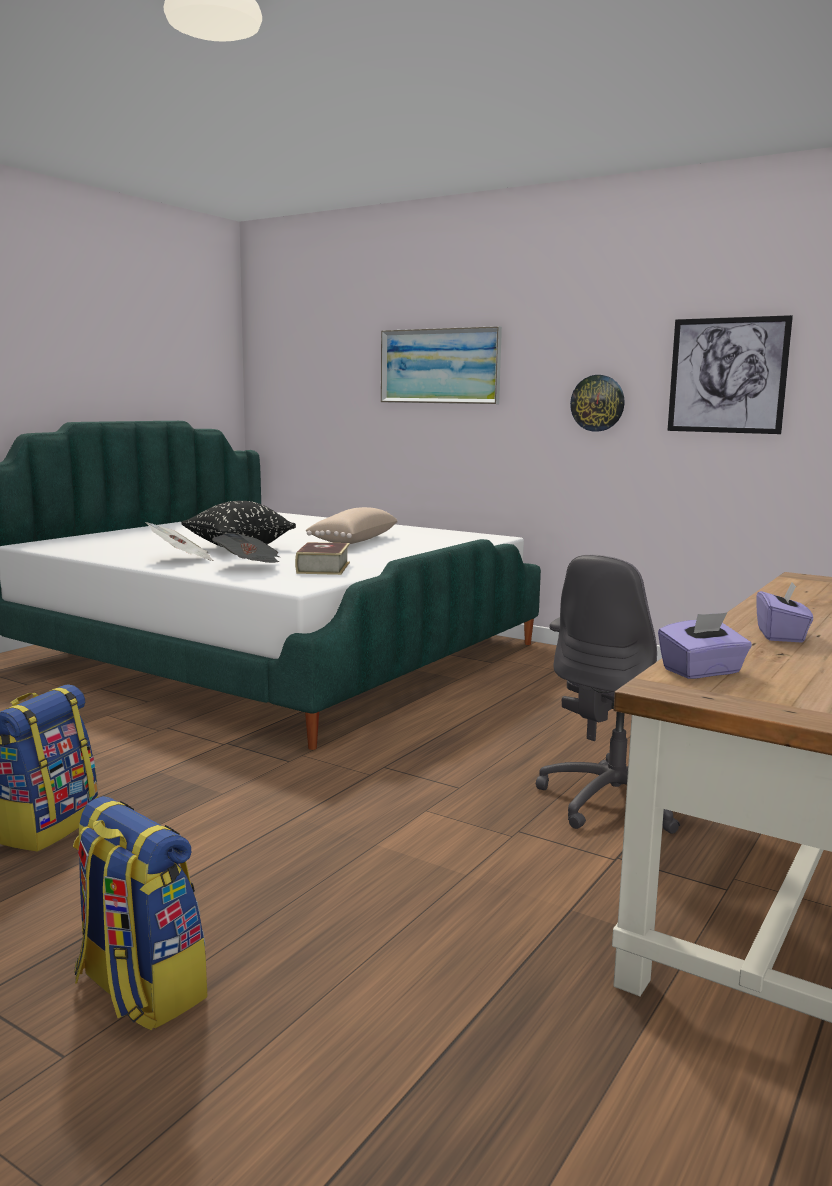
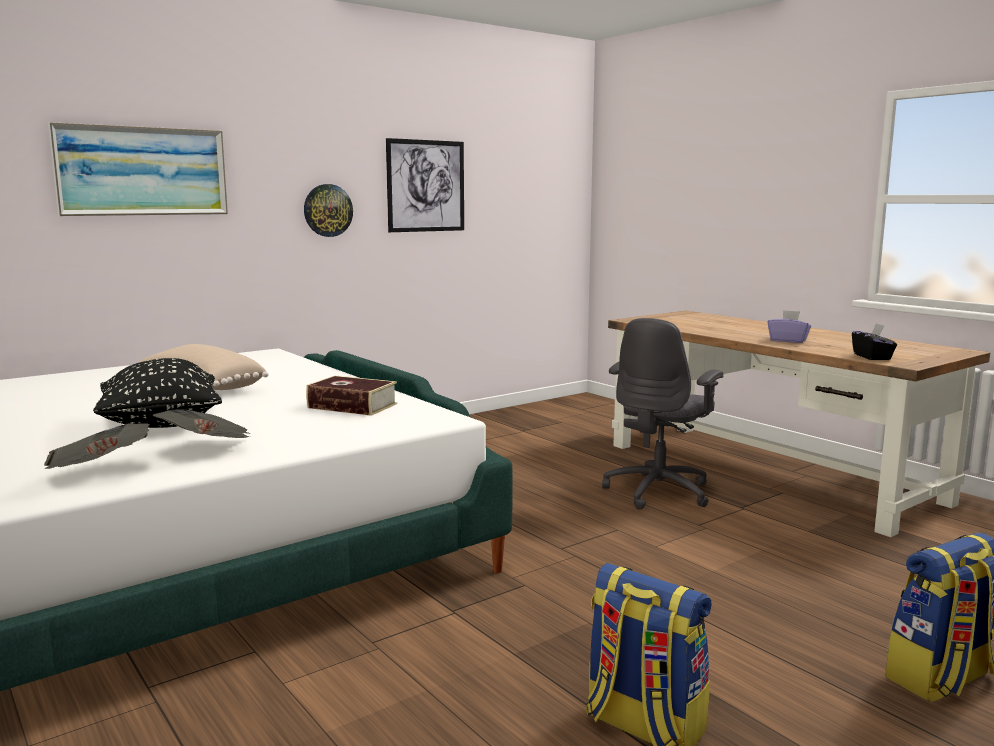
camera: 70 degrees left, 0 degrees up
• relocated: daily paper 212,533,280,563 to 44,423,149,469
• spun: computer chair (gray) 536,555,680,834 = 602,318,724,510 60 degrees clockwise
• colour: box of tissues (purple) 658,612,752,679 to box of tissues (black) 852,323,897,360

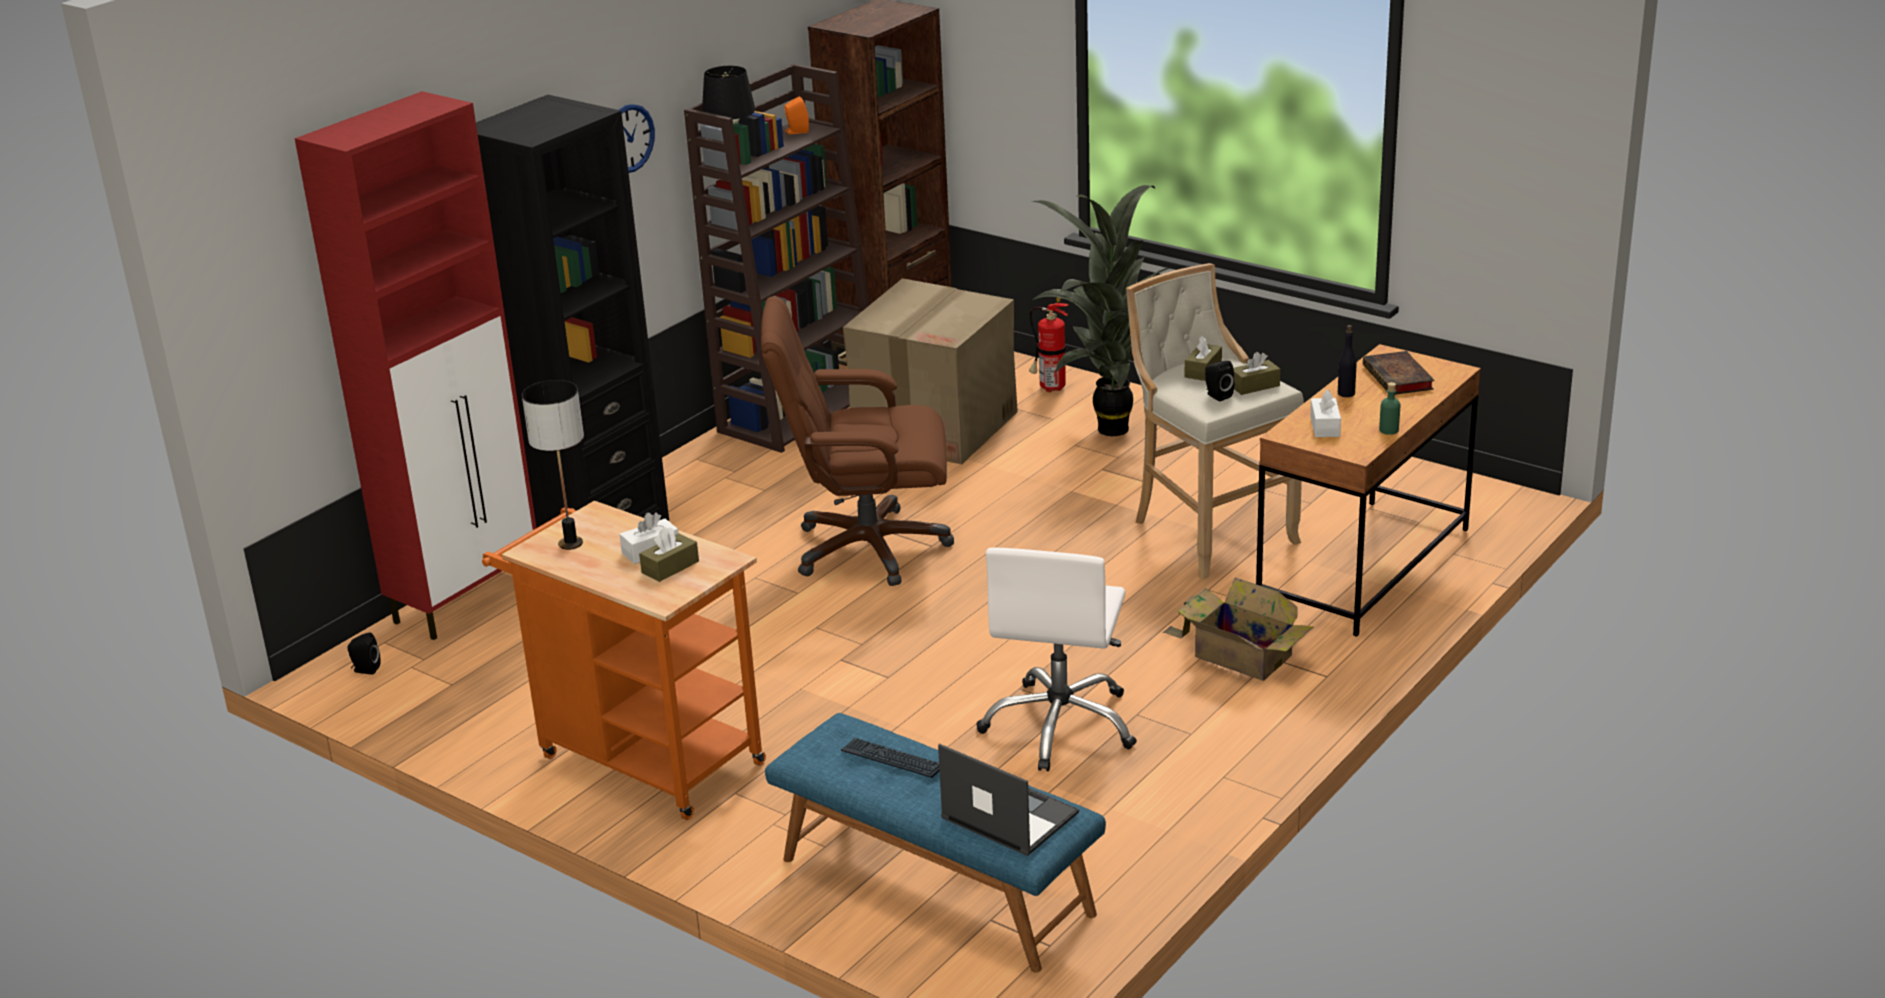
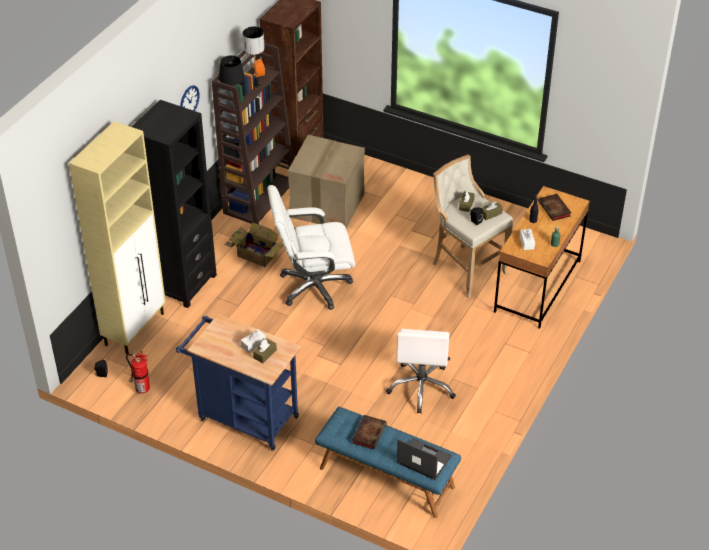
camera: 10 degrees left, 15 degrees up
• colour: cupboard (red-coloured) 295,91,536,640 to cupboard (beige) 69,121,166,354
• relocated: fire-fighting cylinder 1029,297,1068,392 to 126,351,150,393
• colour: wheeled cart (orangey) 482,501,766,820 to wheeled cart (blue-coloured) 176,314,301,451
• relocated: packing box 1163,578,1313,681 to 225,222,283,267
• relocated: tabletop lamp 522,380,584,550 to 243,27,265,89
• colour: computer chair (brownish) 761,296,954,586 to computer chair (whitish) 267,185,355,310
• exchanged: keyboard 841,738,940,778 to book 352,415,387,450
• missing: houseplant 1032,185,1169,436

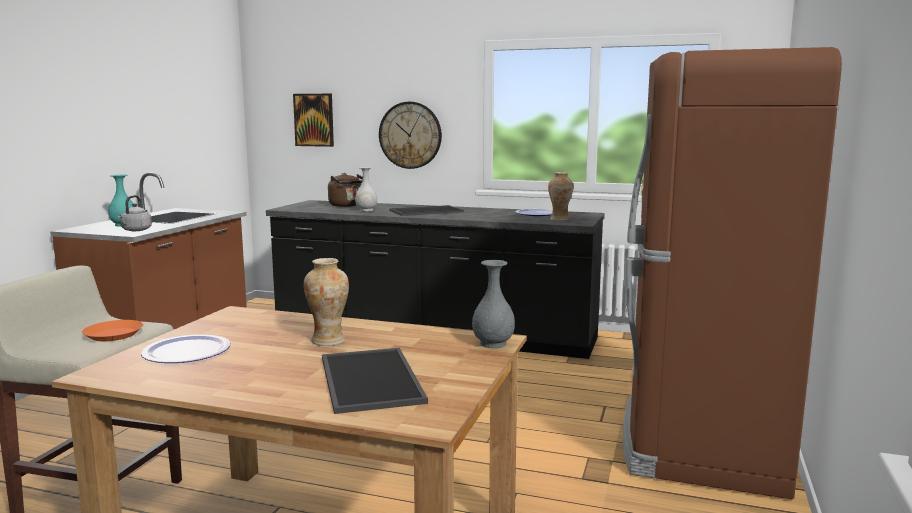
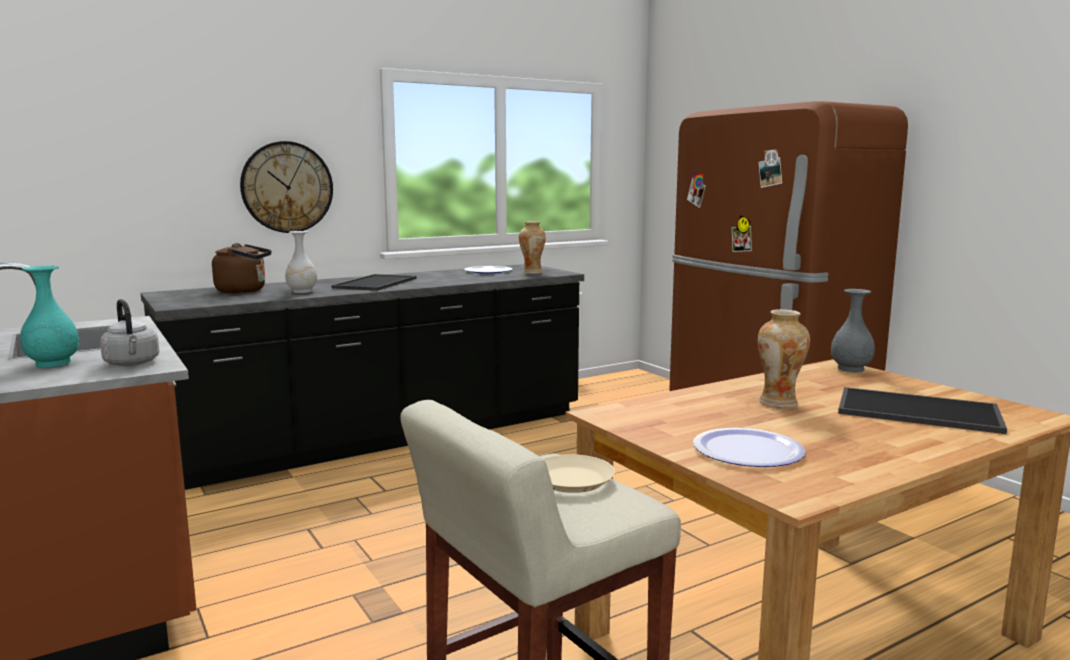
camera: 50 degrees left, 0 degrees up
• colour: dinner plate (orangey) 82,320,143,341 to dinner plate (beige) 543,454,615,493
• missing: wall picture 293,94,334,147

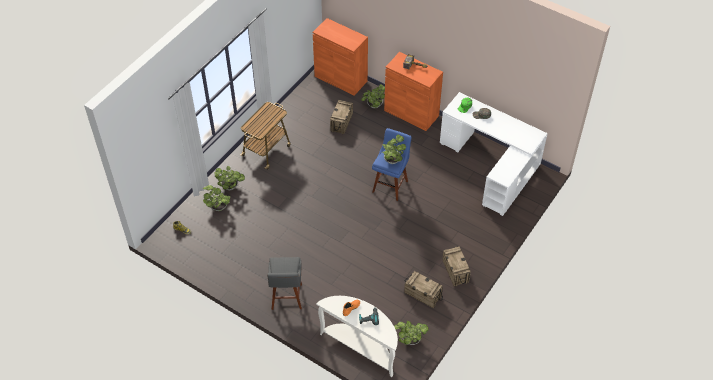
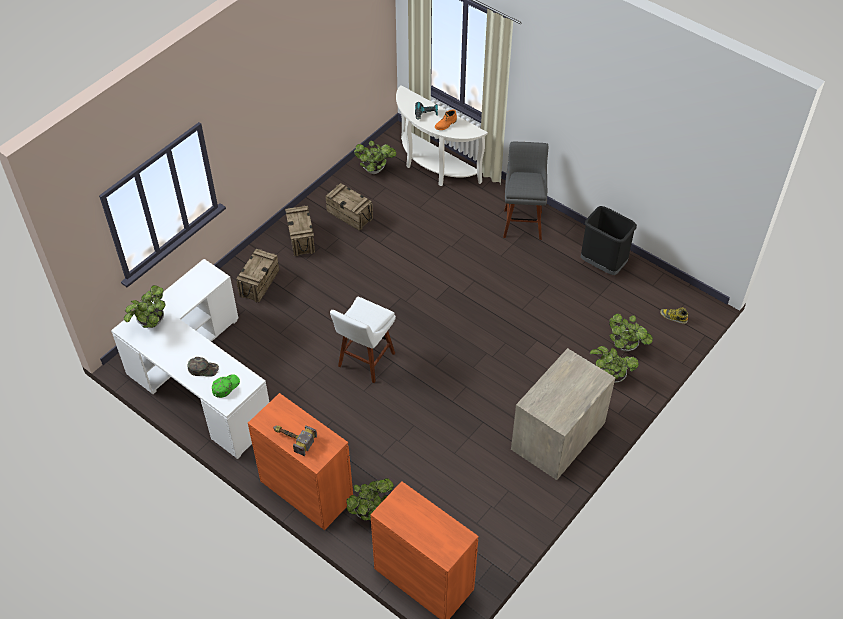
camera: 175 degrees left, 0 degrees up
• relocated: houseplant 382,134,406,164 to 124,285,165,328
• relocated: shipping crate 330,100,353,134 to 236,249,279,302
• colour: stool seat (blue-coloured) 372,128,412,201 to stool seat (whitish) 330,297,396,383
• exchanged: wheeled cart 240,102,291,170 to drawer chest 511,348,615,480
• appeared: rubbish bin (black) 581,206,637,275

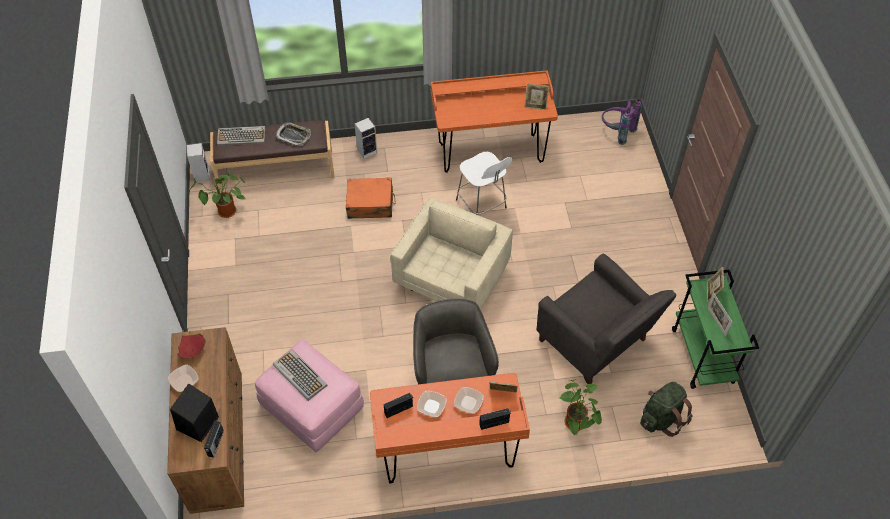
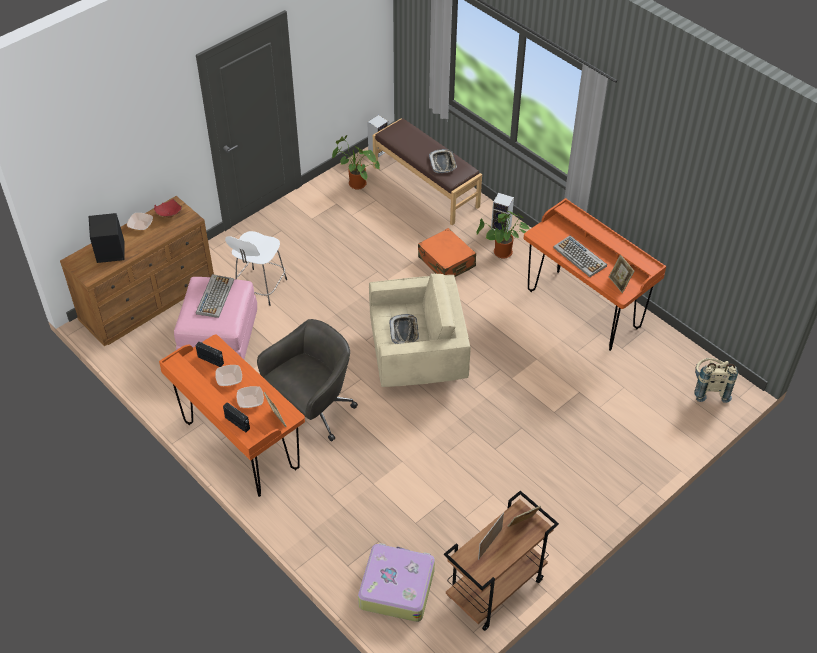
camera: 55 degrees right, 5 degrees down
• relocated: stool seat (whitish) 456,152,512,215 to 225,231,287,306
• exchanged: rucksack (green) 640,382,692,437 to suitcase 358,543,435,622
• appeared: tray 389,314,419,344
• colour: wheeled cart (green) 672,270,759,389 to wheeled cart (brownish) 444,491,559,631
• relocated: houseplant 559,379,602,435 to 476,211,530,259
• relocated: keyboard 217,126,265,145 to 553,235,607,277
• colour: rucksack (purple) 602,99,642,145 to rucksack (beige) 694,358,738,403
• missing: radio set 204,421,224,458
• missing: armchair (gray) 537,254,676,384

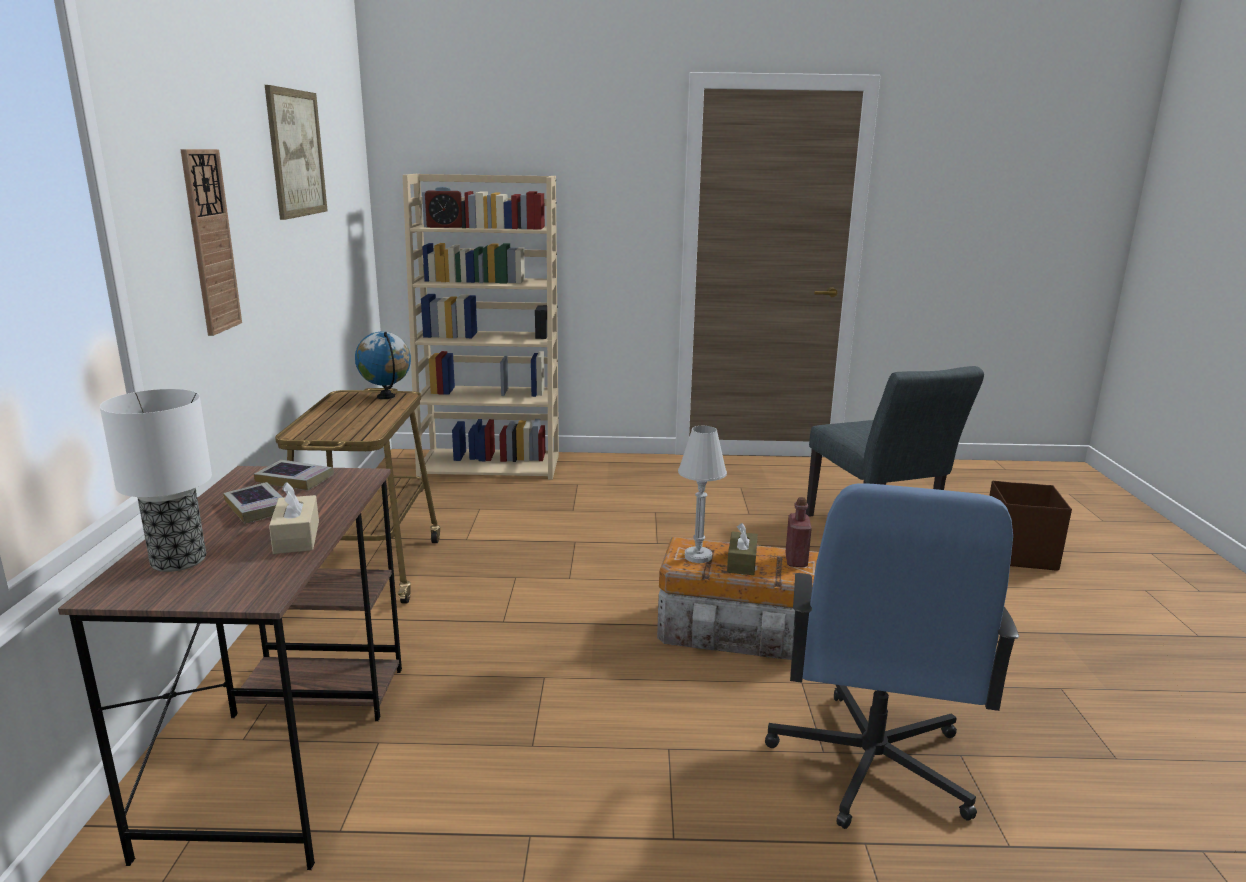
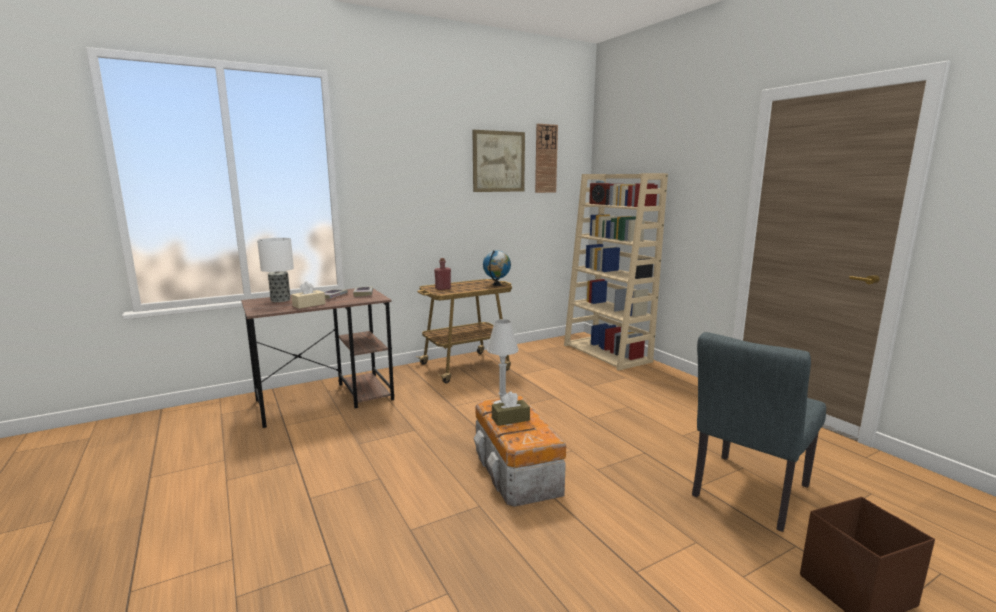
camera: 60 degrees right, 5 degrees down
• relocated: bottle (red-coloured) 785,497,812,567 to 434,258,451,290
• relocated: hanging clock 180,149,242,336 to 535,124,558,193
• missing: computer chair (blue-coloured) 765,484,1019,829

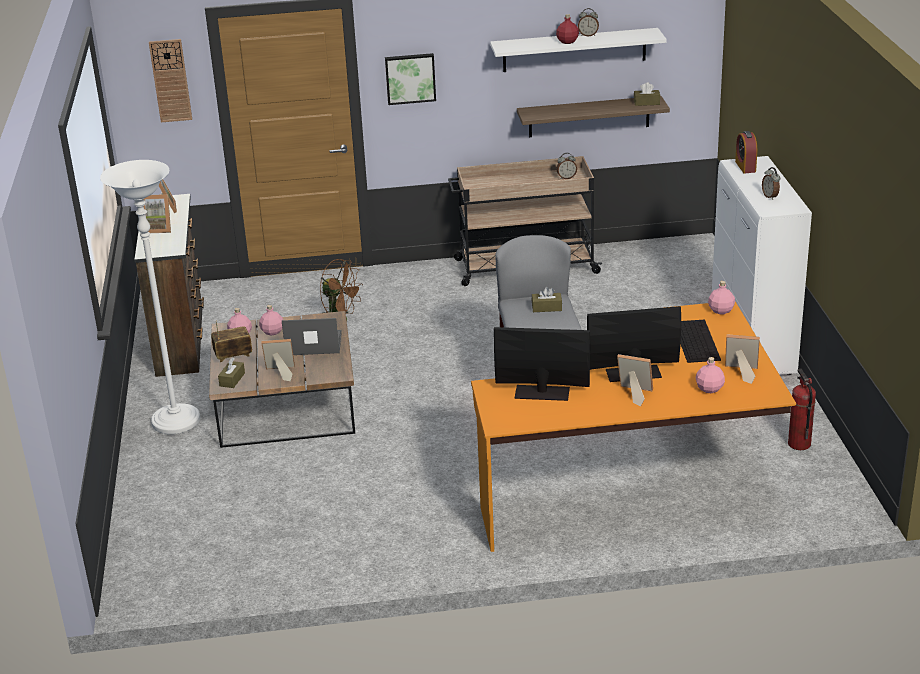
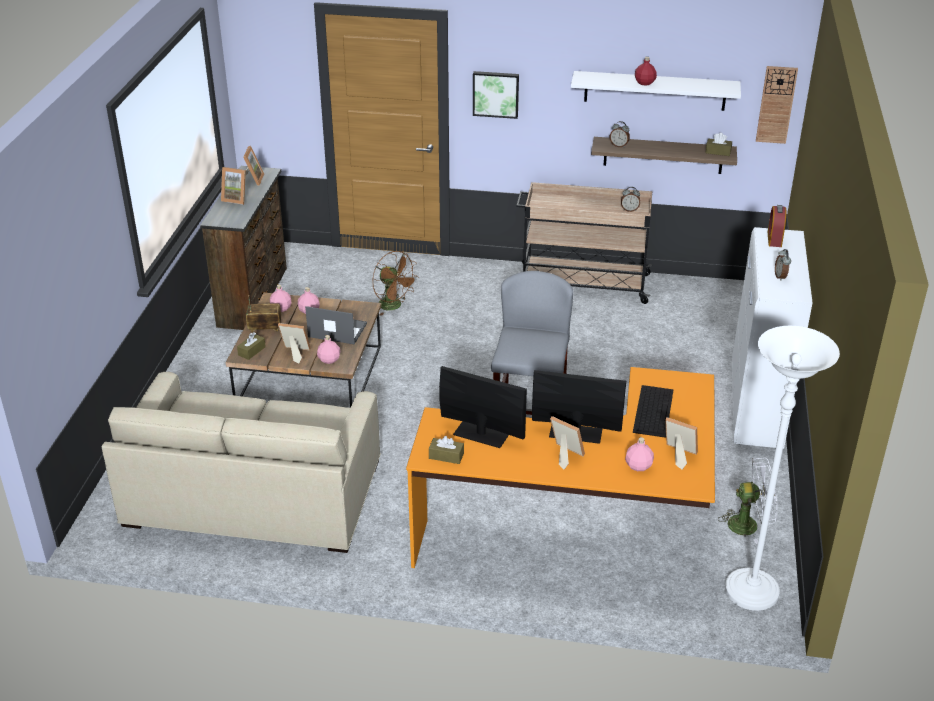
camera: 15 degrees right, 5 degrees up
• appeared: couch (beige) 102,372,381,553
• relocated: bottle (pinkish) 708,281,735,314 to 317,335,340,364
• relocated: box of tissues (brownish) 532,287,562,312 to 429,436,464,464
• relocated: alarm clock 578,8,599,37 to 610,121,630,148
• exchanged: fire-fighting cylinder 788,369,816,450 to cooling fan (whitish) 718,458,777,544
• relocated: standard lamp (whitish) 100,160,200,434 to 725,326,840,611
• relocated: hanging clock 149,39,192,122 to 756,66,798,144

